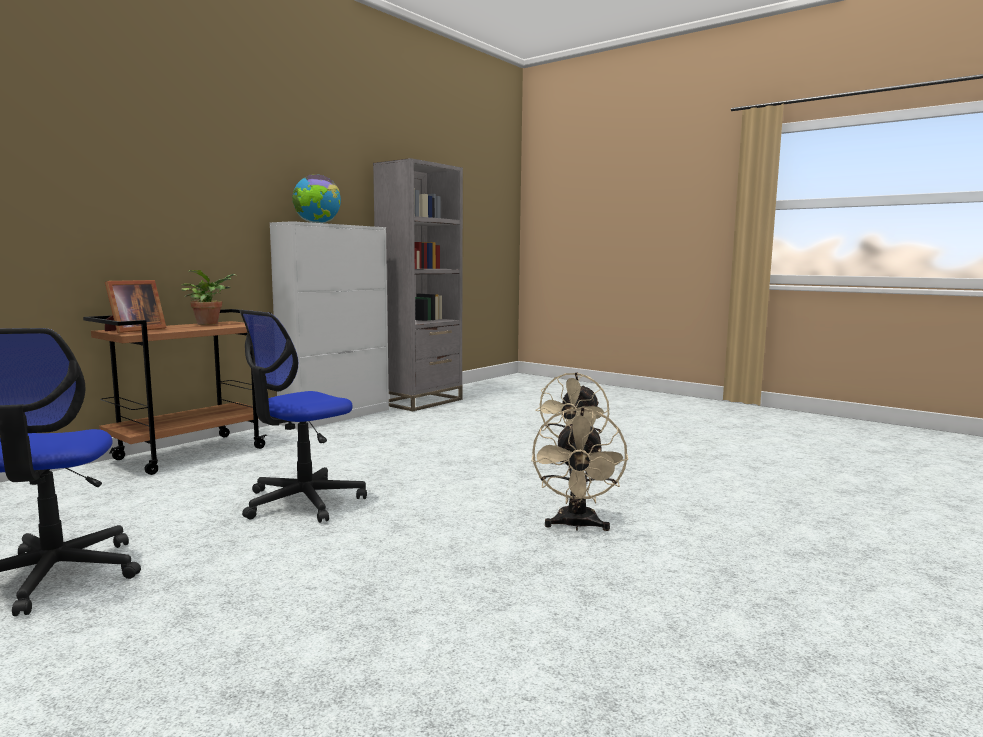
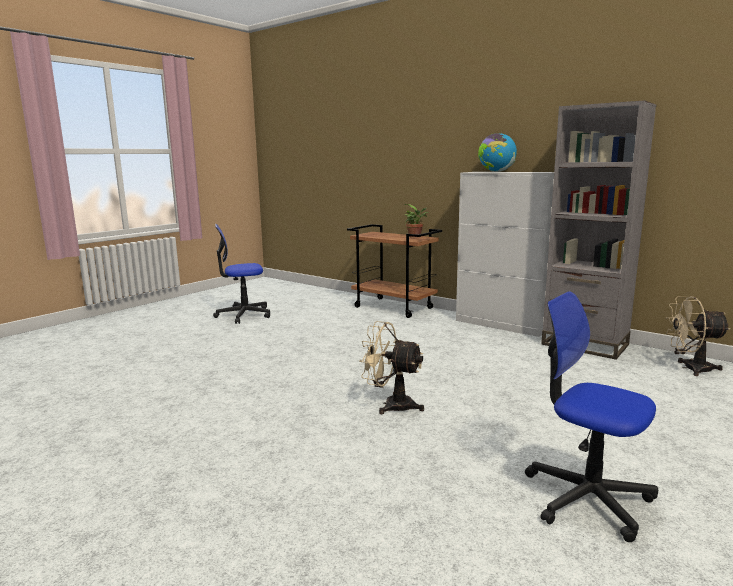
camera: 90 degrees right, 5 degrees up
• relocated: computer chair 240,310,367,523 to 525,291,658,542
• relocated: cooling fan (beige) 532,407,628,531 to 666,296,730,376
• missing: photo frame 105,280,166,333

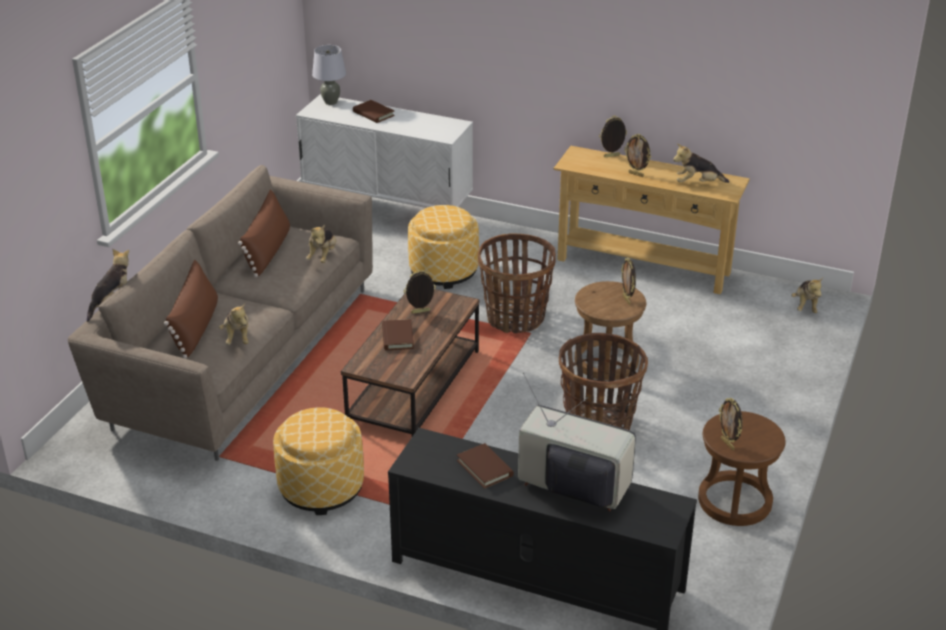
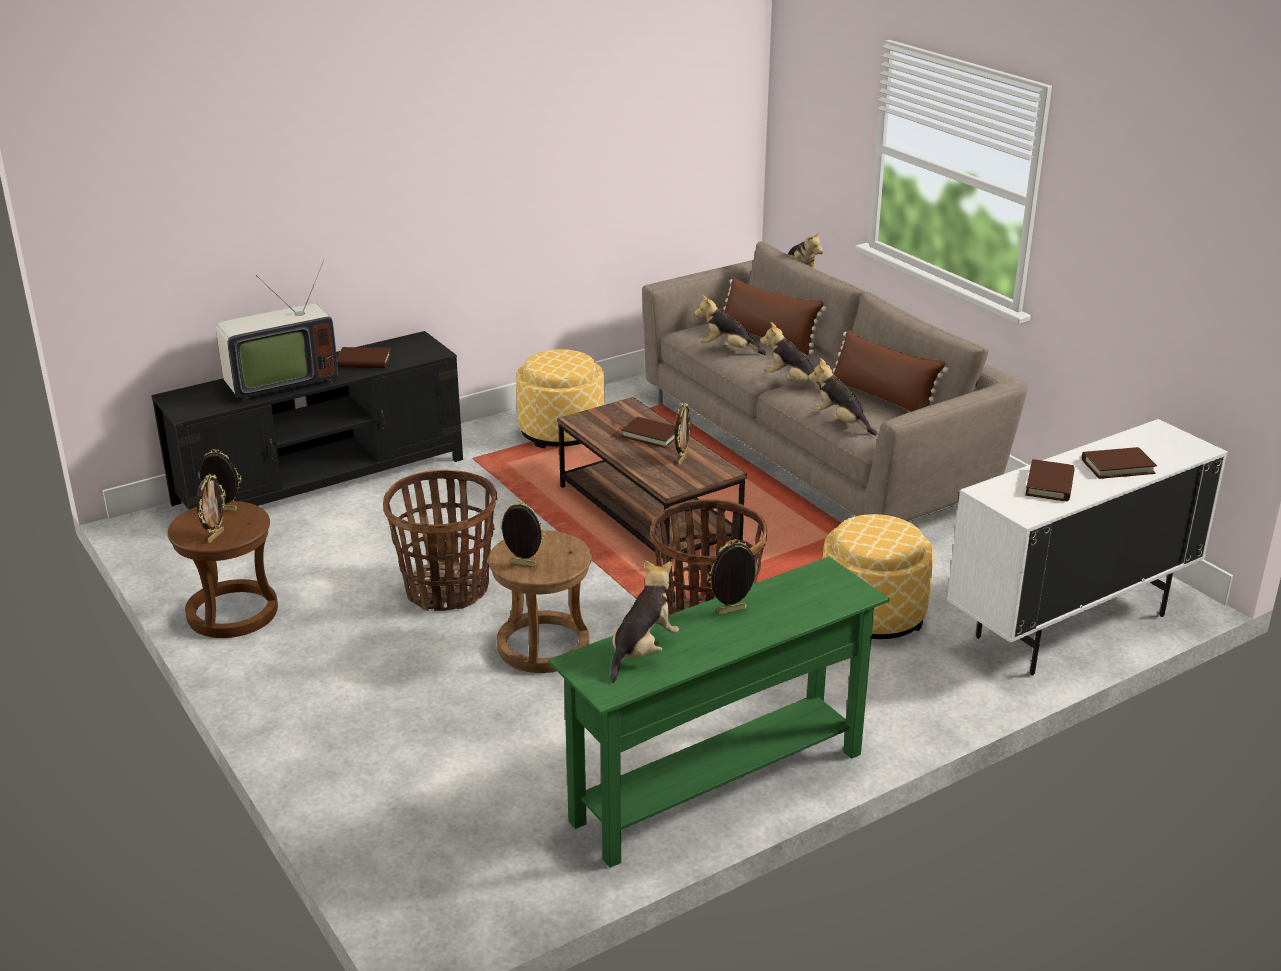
camera: 125 degrees right, 5 degrees down
• relocated: photo frame 599,116,627,157 to 197,474,226,543
• colour: narrow table (beige) 554,146,750,294 to narrow table (green) 548,557,889,868
• relocated: cuddly toy 791,278,823,313 to 760,322,821,390
• appeared: book (brownish) 1025,459,1074,502
• missing: tabletop lamp (gray) 312,45,346,105

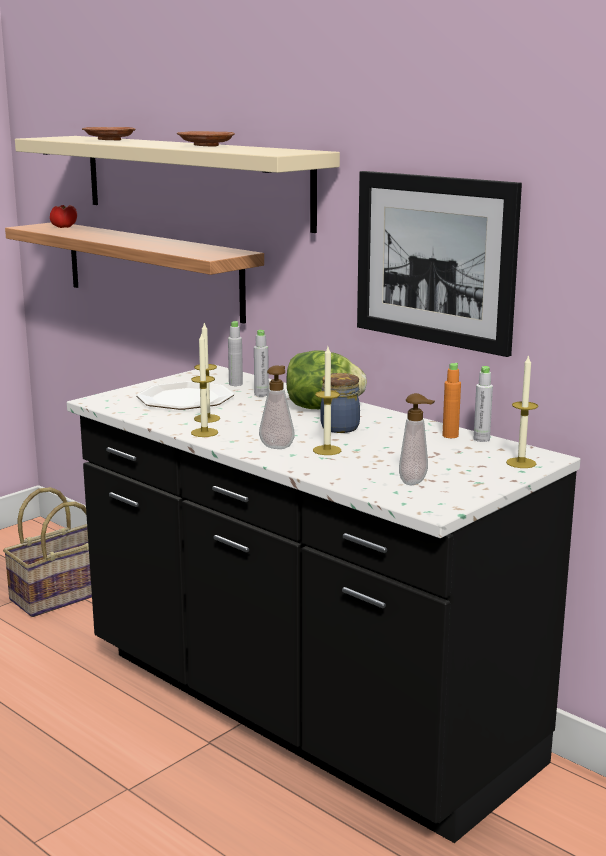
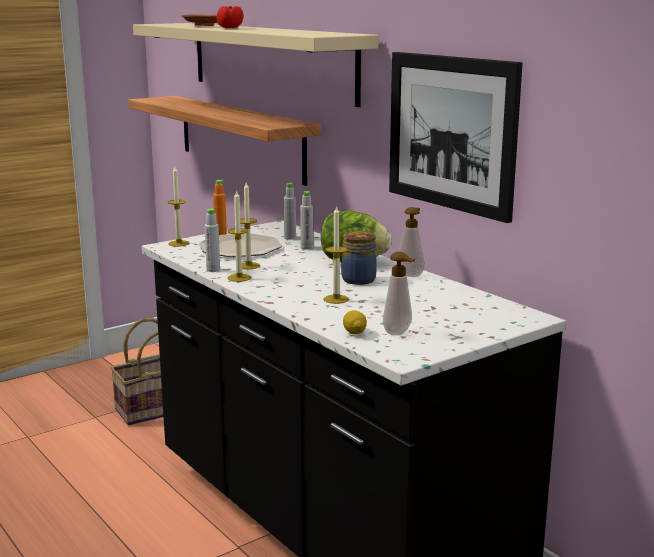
camera: 10 degrees right, 0 degrees up
• relocated: wax light 506,355,538,468 to 168,166,190,247
• relocated: bottle (gray) 474,366,493,442 to 205,209,220,272
• relocated: bottle (orangey) 442,363,461,438 to 213,180,227,235
• relocated: tomato 50,205,77,228 to 216,6,243,28
• appeared: citrus fruit 343,310,367,334
• relocated: soap bottle 259,365,295,449 to 396,207,425,277
• missing: dinner plate (brownish) 177,131,235,147

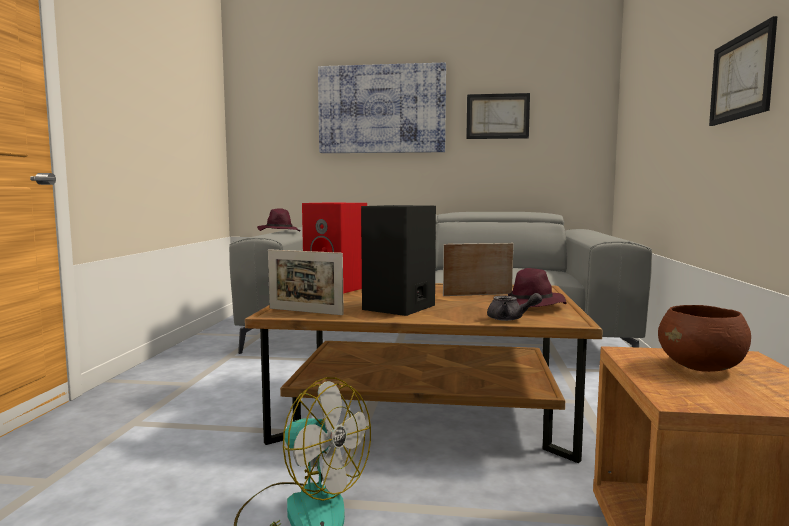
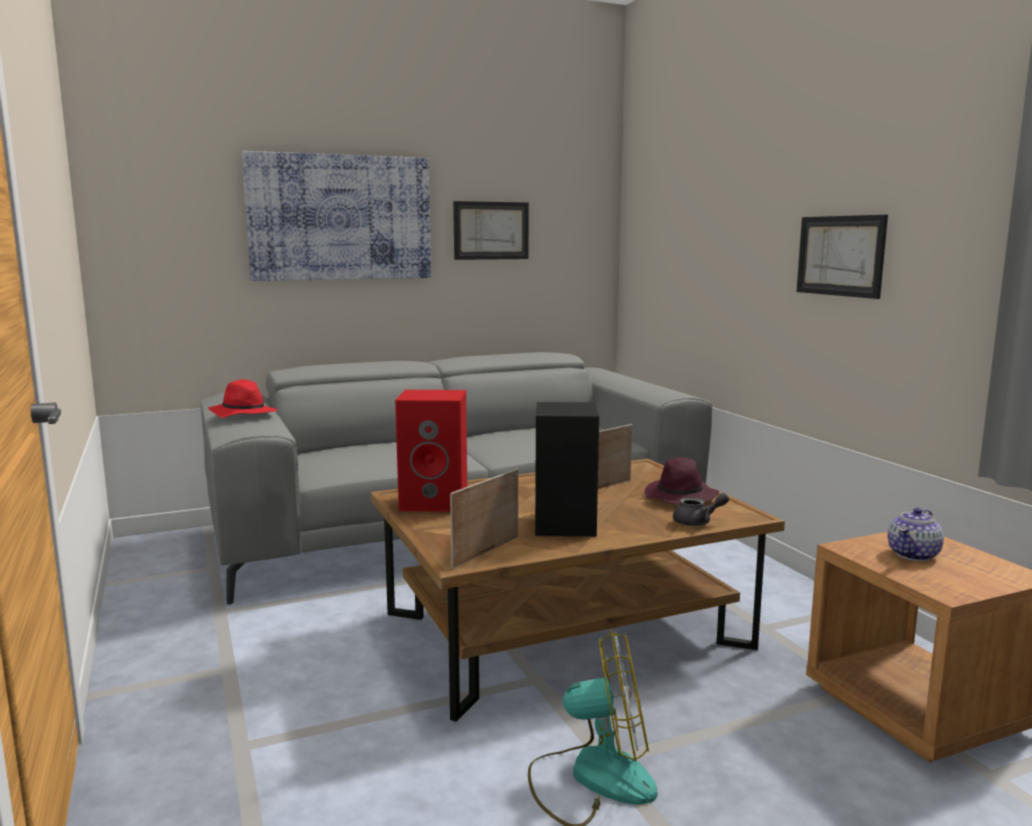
camera: 30 degrees left, 5 degrees up
• colour: hat (purple) 257,208,300,232 to hat (red-coloured) 208,379,278,418
• spun: photo frame 268,249,344,315 = 450,469,518,568 135 degrees clockwise
• exchanged: serving bowl (brownish) 658,305,751,372 to pot for tea 888,508,944,561

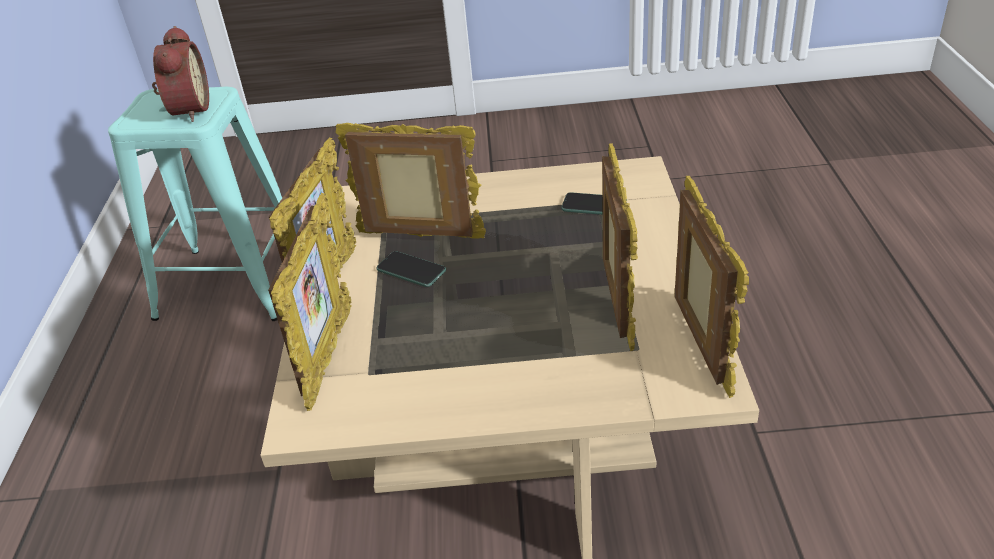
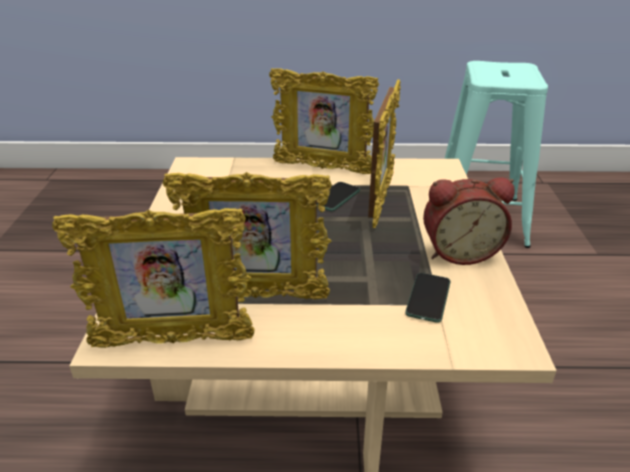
camera: 90 degrees right, 5 degrees down
• relocated: alarm clock 152,26,209,122 to 423,177,515,265
• missing: photo frame 268,193,352,411

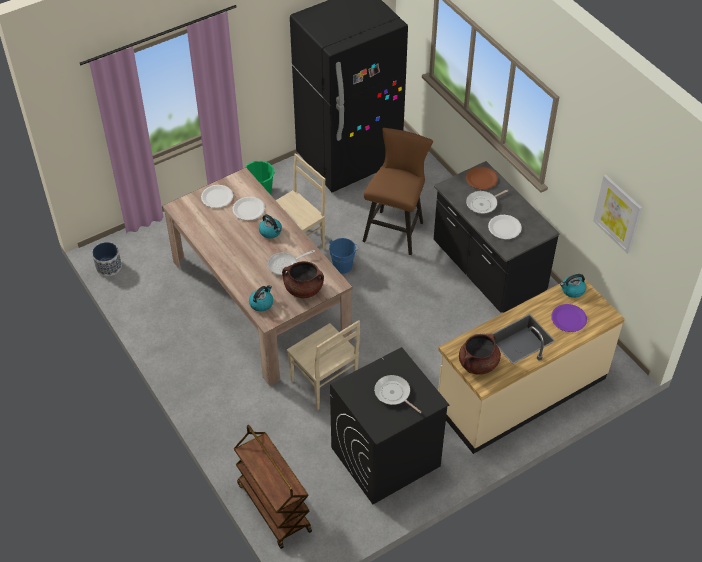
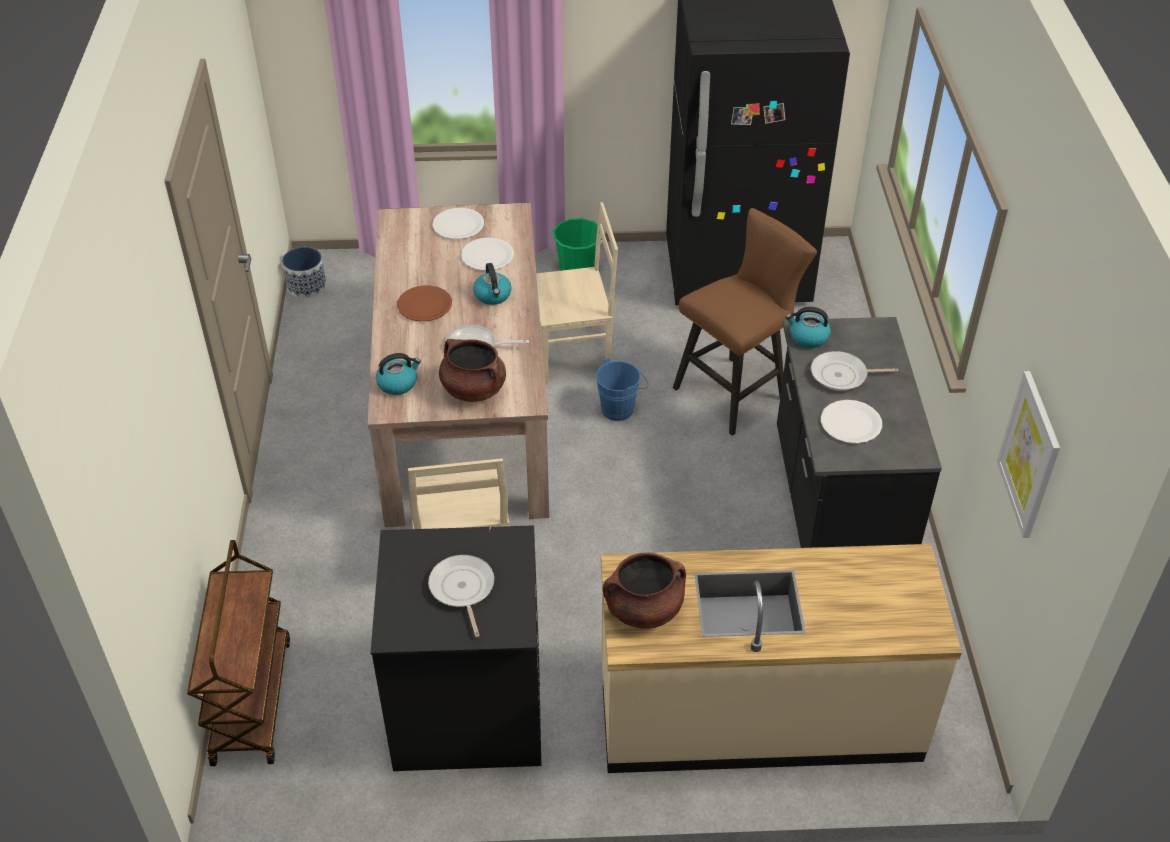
camera: 30 degrees right, 5 degrees down
• relocated: dinner plate (brownish) 466,167,498,189 to 397,285,452,321
• relocated: kettle 560,274,586,298 to 785,307,831,348
• missing: dinner plate (purple) 551,304,587,332

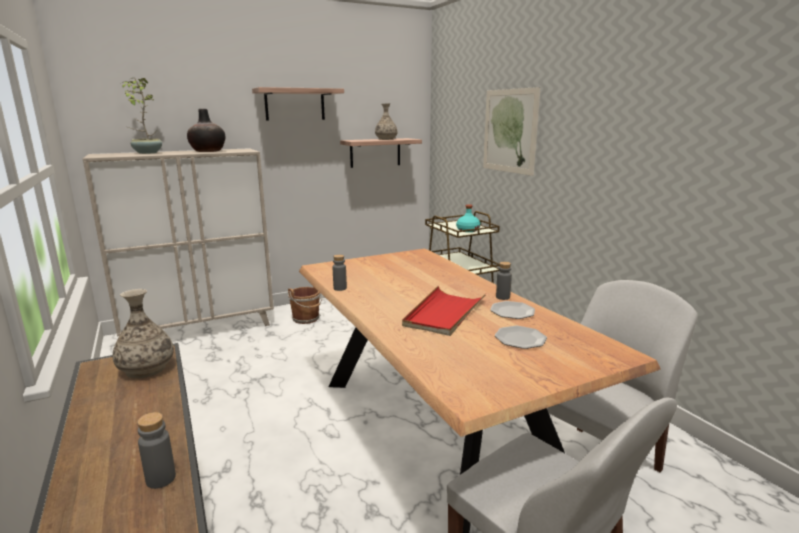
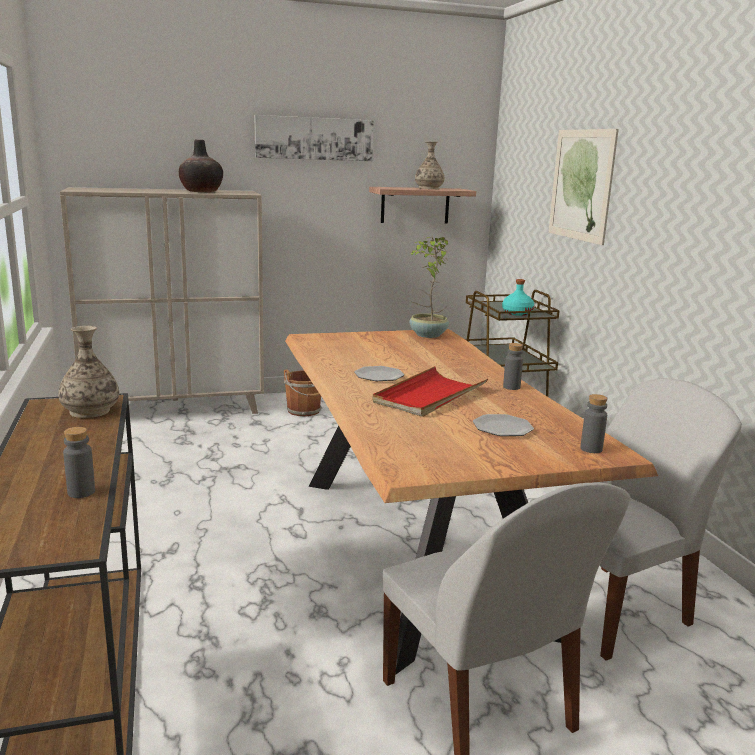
camera: 10 degrees right, 0 degrees up
• exchanged: wall shelf 252,87,344,120 to wall picture 255,115,373,161
• relocated: dinner plate 490,301,535,319 to 354,366,404,381
• relocated: houseplant 122,78,162,154 to 409,237,449,338
• relocated: bottle (gray) 332,255,347,291 to 580,394,608,453

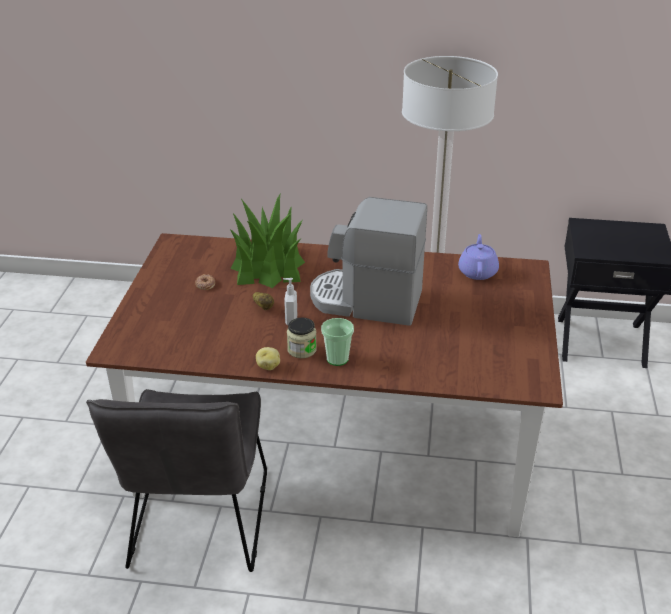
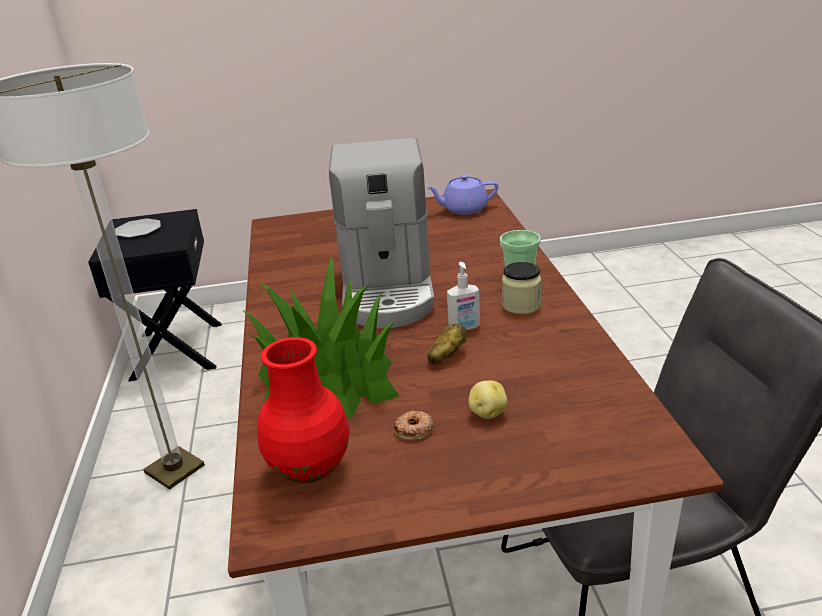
camera: 105 degrees left, 5 degrees down
• appeared: dinner plate 115,218,161,238
• appeared: decorative vase (red-coloured) 257,337,350,483
• relocated: pot for tea (purple) 458,234,499,280 to 426,174,498,215
• relocated: potato 256,347,280,370 to 469,381,507,419

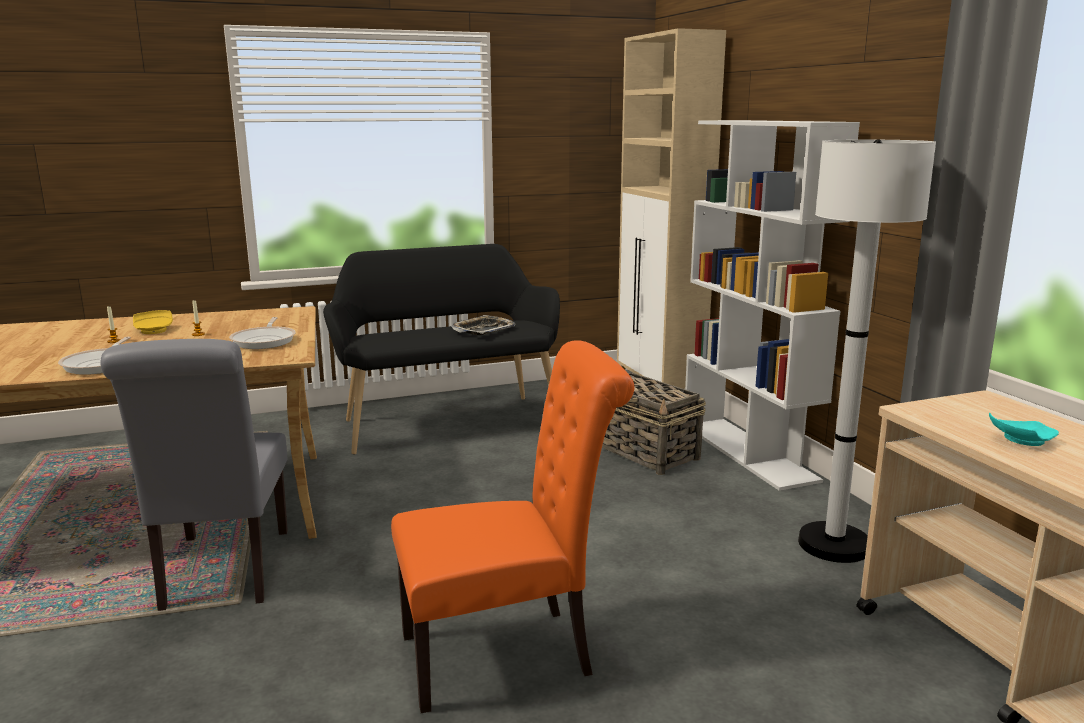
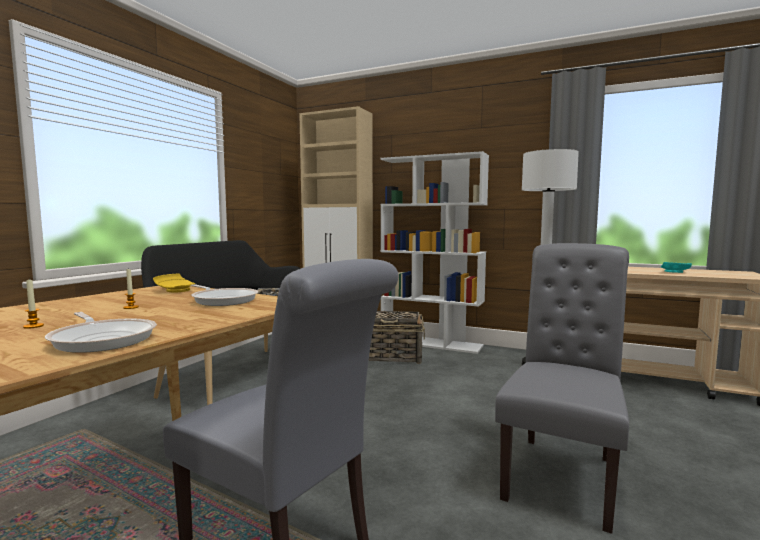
camera: 45 degrees left, 10 degrees down
• relocated: dinner plate (yellow) 133,310,173,334 to 153,274,195,292
• colour: chair (orangey) 391,340,635,713 to chair (gray) 495,243,629,534

